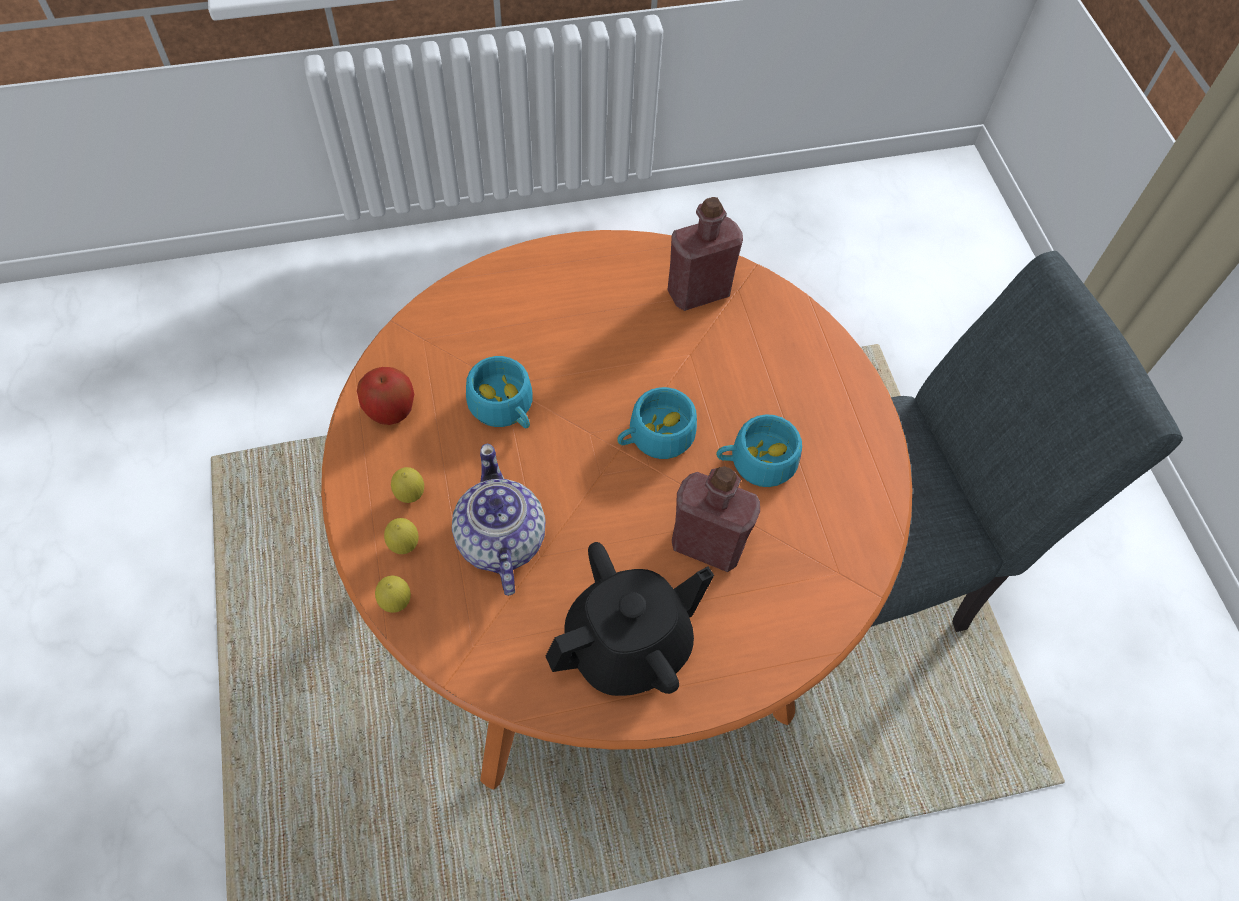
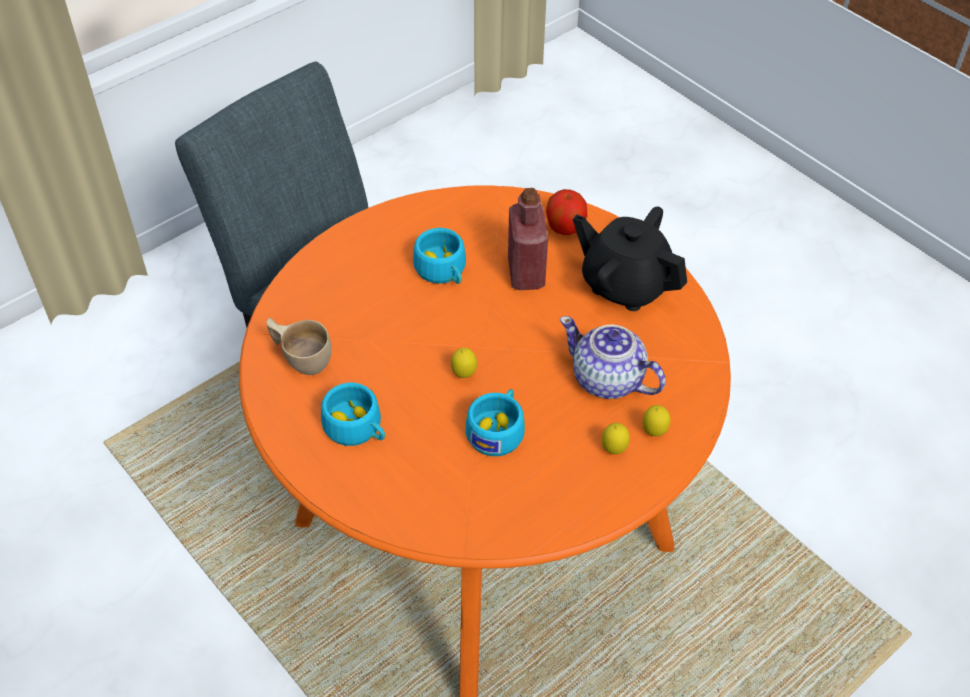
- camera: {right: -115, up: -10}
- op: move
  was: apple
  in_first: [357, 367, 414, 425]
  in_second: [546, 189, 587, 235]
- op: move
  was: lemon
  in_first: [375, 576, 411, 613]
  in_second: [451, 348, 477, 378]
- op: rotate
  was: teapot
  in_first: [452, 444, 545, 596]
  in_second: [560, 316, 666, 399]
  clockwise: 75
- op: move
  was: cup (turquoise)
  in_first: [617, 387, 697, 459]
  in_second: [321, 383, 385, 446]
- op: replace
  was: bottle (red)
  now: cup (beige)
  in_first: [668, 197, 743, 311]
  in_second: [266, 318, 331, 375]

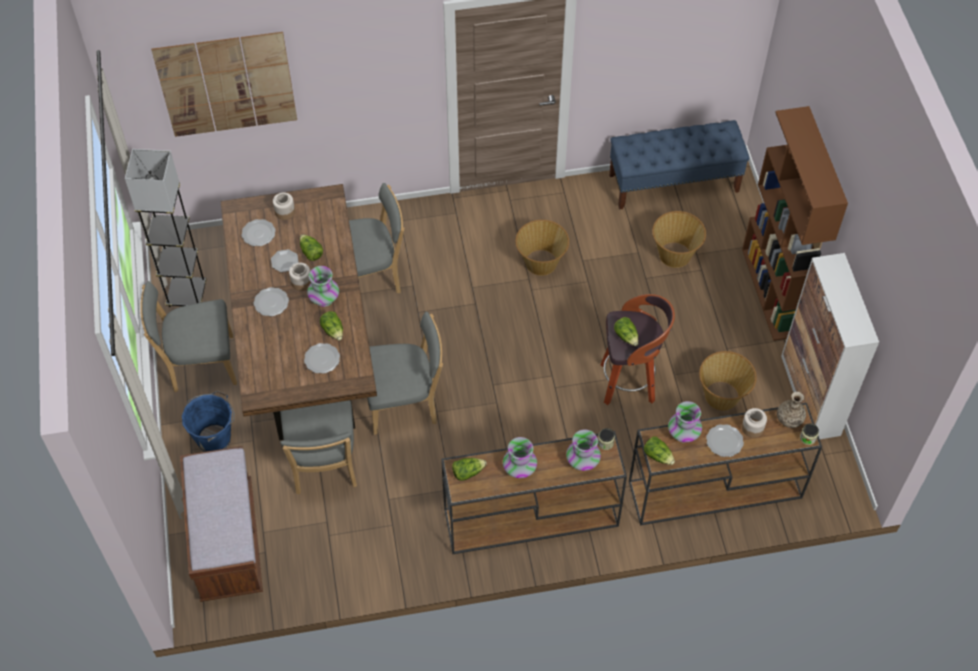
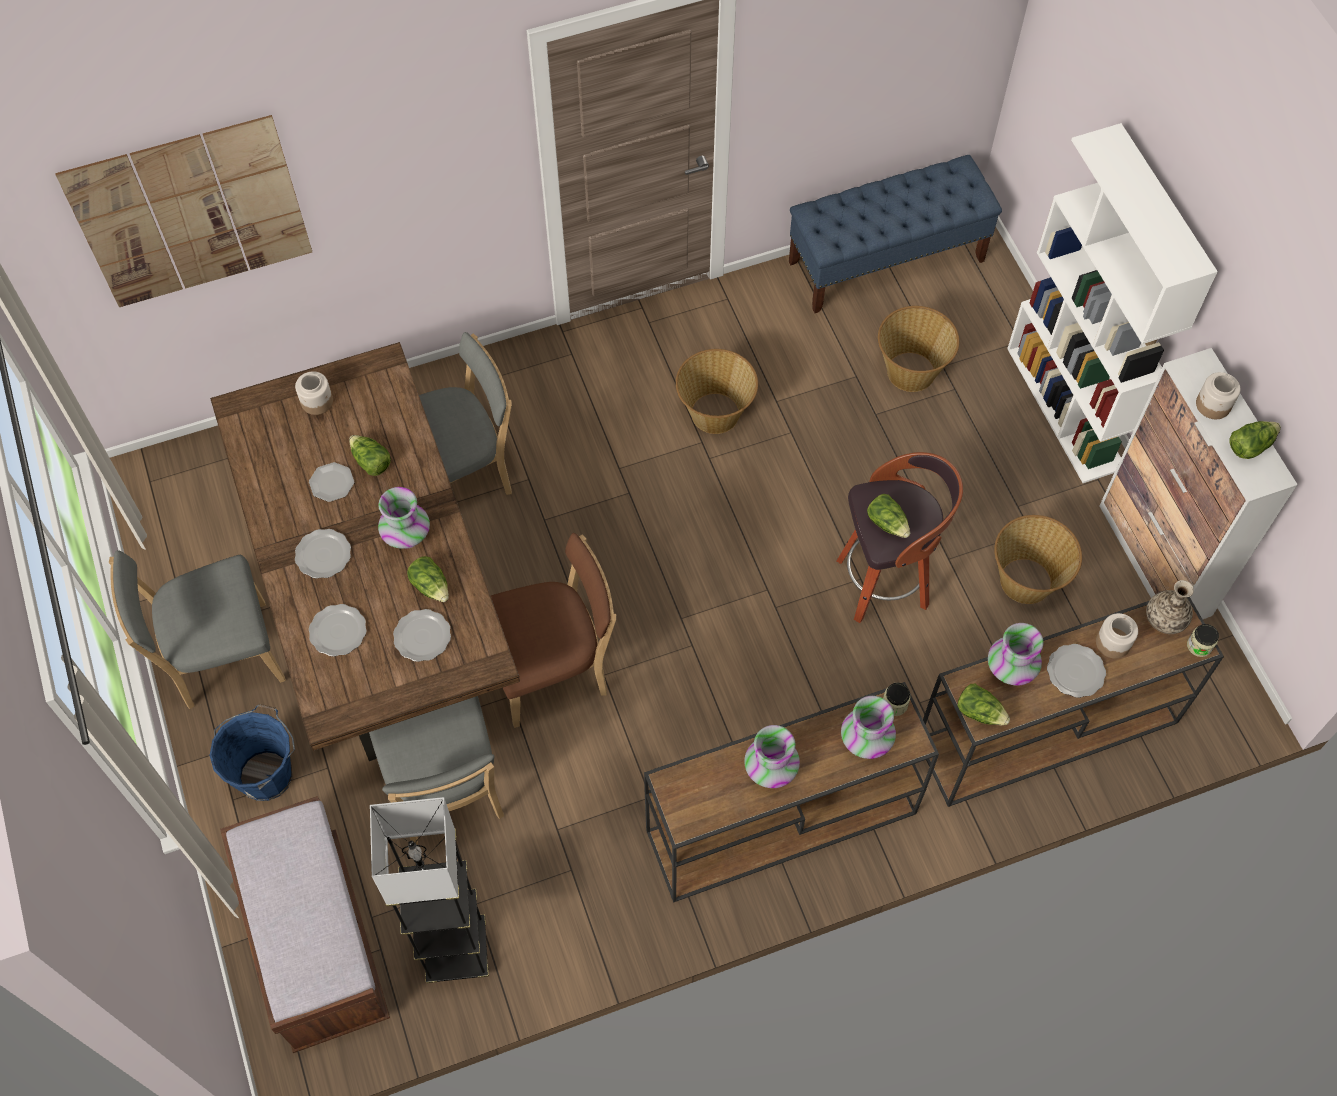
- camera: {right: -10, up: 5}
- op: move
  was: floor lamp (grey)
  in_first: [125, 149, 206, 307]
  in_second: [370, 797, 489, 983]
- op: move
  was: plate
  in_first: [242, 219, 276, 246]
  in_second: [309, 604, 367, 657]
- op: move
  was: jar
  in_first: [289, 263, 311, 291]
  in_second: [1196, 372, 1240, 419]
- op: recolor
  was: chair (grey)
  now: chair (brown)
  in_first: [367, 311, 443, 435]
  in_second: [491, 533, 616, 728]
- op: move
  was: lettuce
  in_first: [452, 458, 487, 481]
  in_second: [1229, 421, 1281, 459]
- op: recolor
  was: bookcase (brown)
  now: bookcase (white)
  in_first: [742, 106, 848, 341]
  in_second: [1007, 123, 1218, 483]

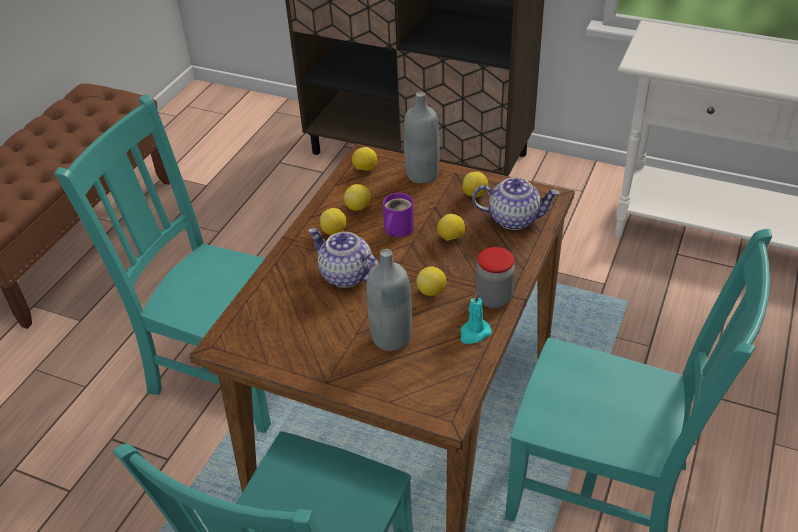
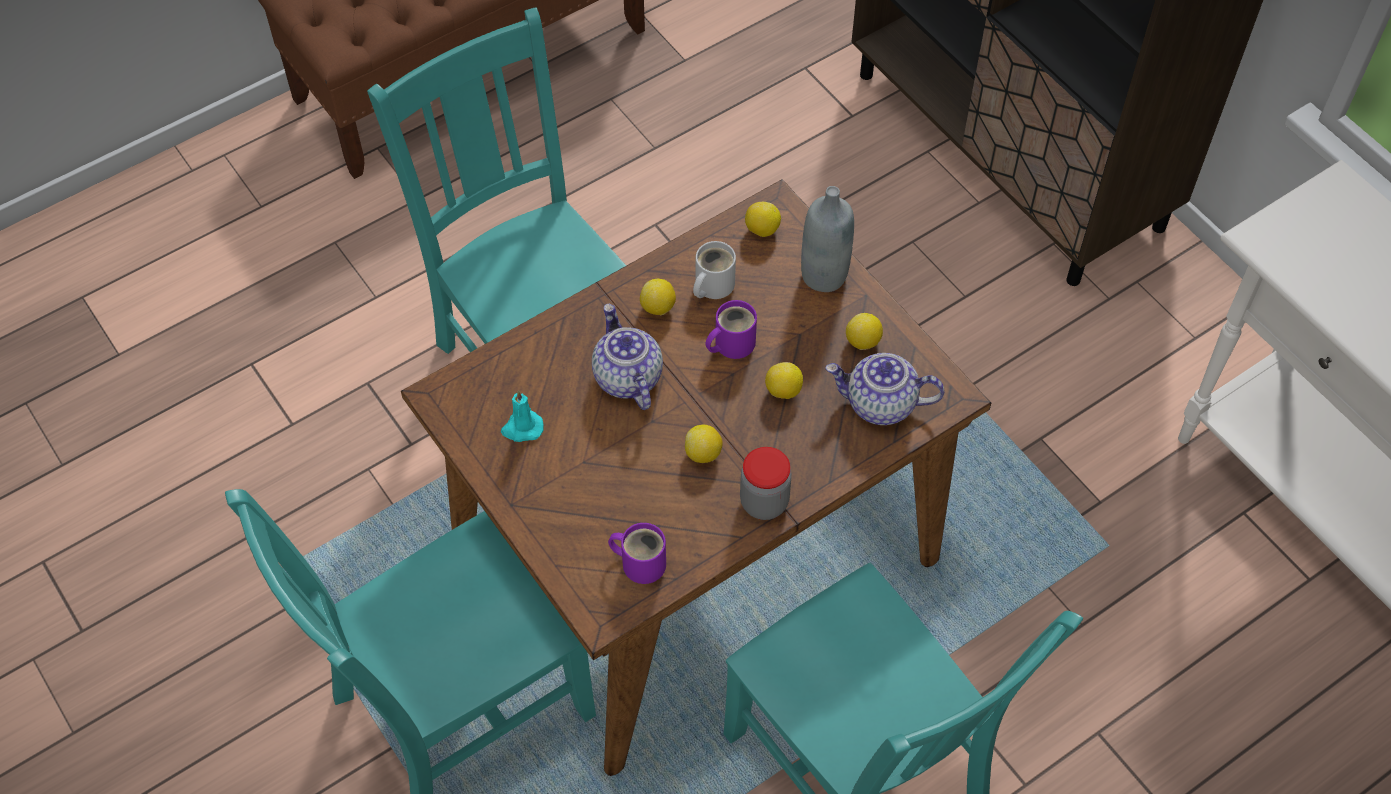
- camera: {right: 30, up: 15}
- op: replace
  was: lemon
  now: mug (white)
  in_first: [344, 184, 371, 211]
  in_second: [693, 241, 736, 299]
- op: delete
  was: bottle (grey)
  in_first: [367, 249, 412, 351]
- op: move
  was: candle (turquoise)
  in_first: [460, 292, 492, 344]
  in_second: [501, 390, 544, 442]
- op: rotate
  was: teapot
  in_first: [472, 177, 560, 230]
  in_second: [825, 353, 944, 425]
  clockwise: 150
- op: insert
  now: mug (purple)
  in_second: [608, 523, 666, 584]

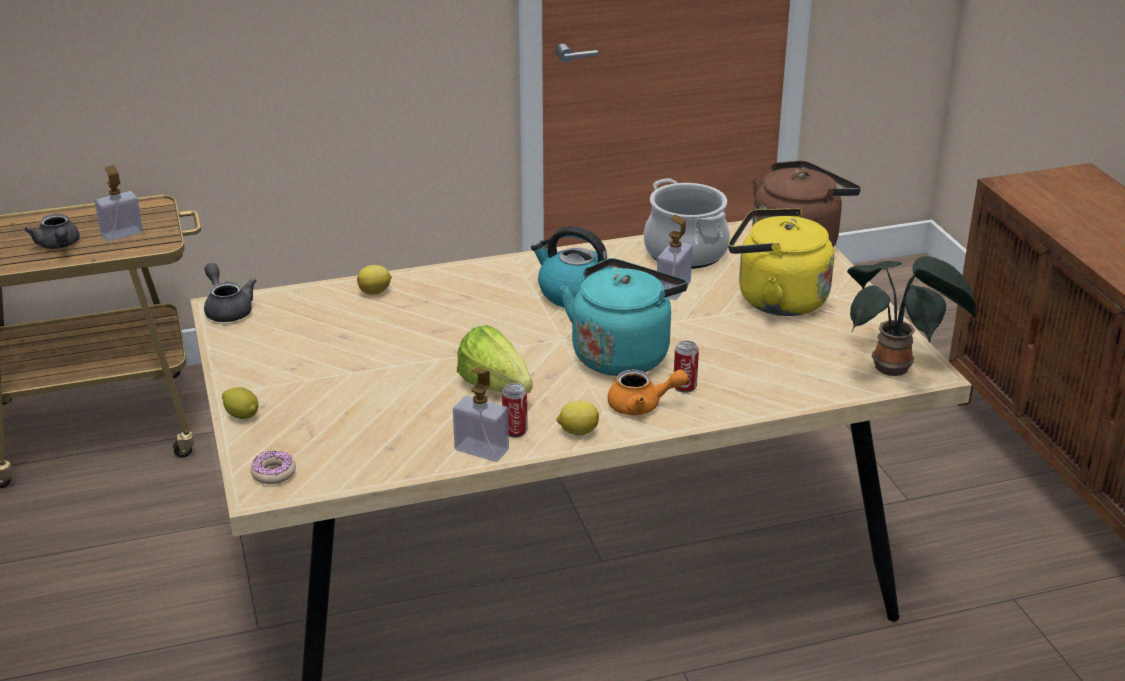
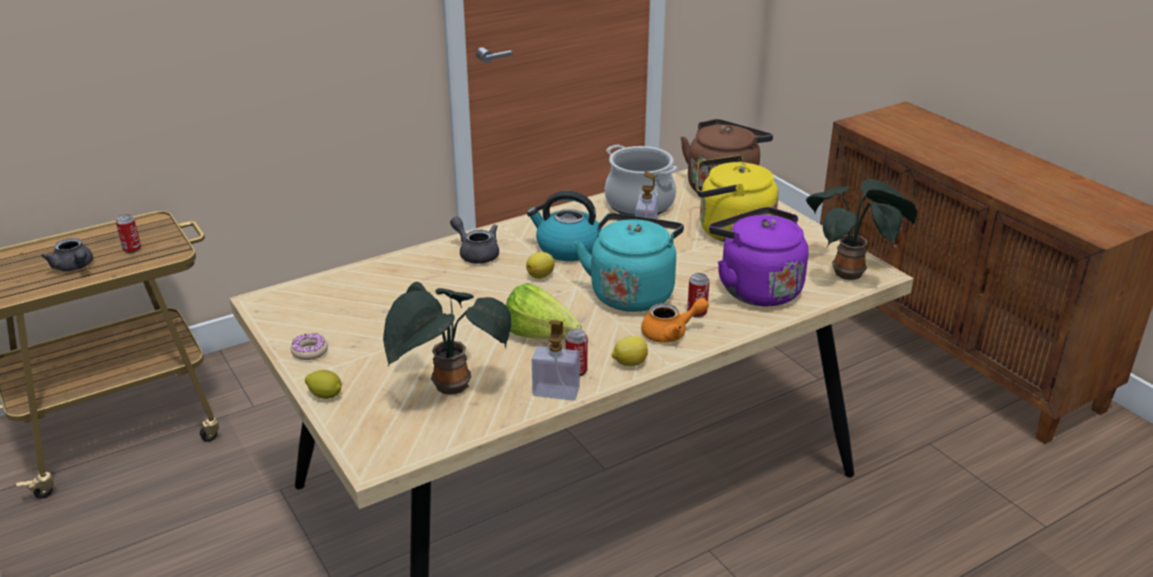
- camera: {right: -15, up: 0}
- op: replace
  was: soap dispenser
  now: can
  in_first: [95, 165, 143, 242]
  in_second: [116, 214, 141, 253]
- op: move
  was: teapot (grey)
  in_first: [204, 263, 256, 322]
  in_second: [450, 216, 499, 264]
- op: move
  was: donut
  in_first: [251, 451, 296, 484]
  in_second: [291, 333, 328, 360]
- op: move
  was: lemon
  in_first: [357, 265, 392, 295]
  in_second: [526, 252, 555, 279]
- op: insert
  now: potted plant
  in_second: [383, 282, 511, 395]
- op: insert
  now: kettle (purple)
  in_second: [709, 207, 808, 307]

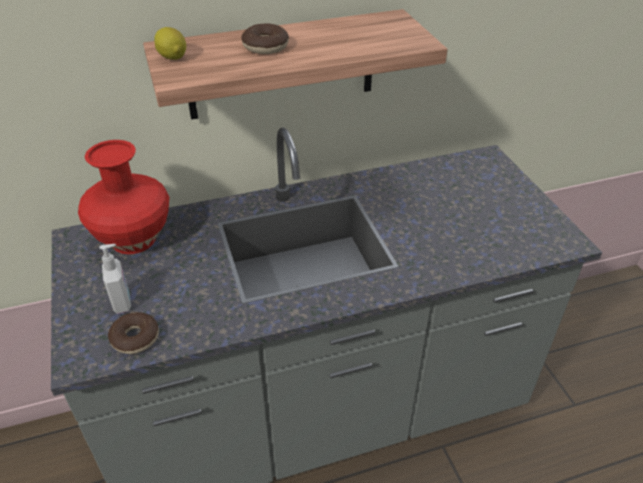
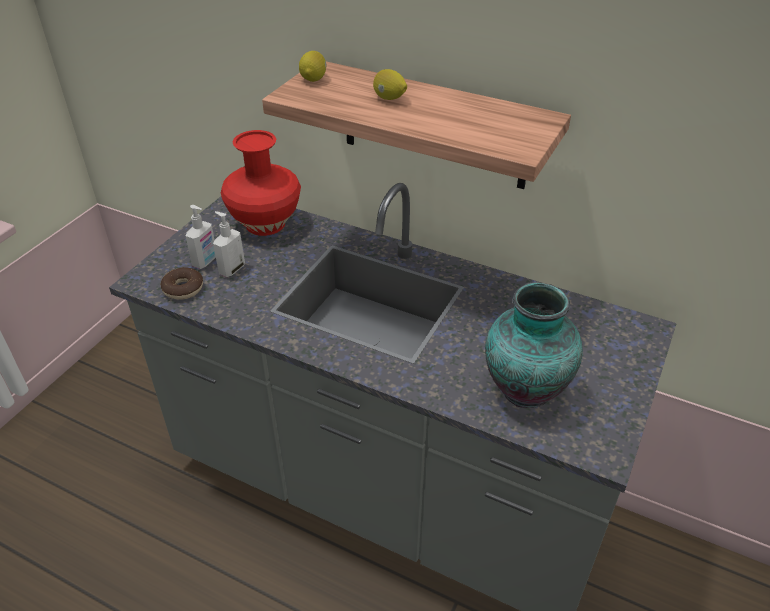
- camera: {right: 45, up: 0}
- op: replace
  was: donut
  now: lemon
  in_first: [241, 23, 289, 54]
  in_second: [373, 69, 407, 100]
- op: insert
  now: soap dispenser
  in_second: [213, 211, 245, 277]
- op: insert
  now: vase
  in_second: [485, 282, 583, 408]

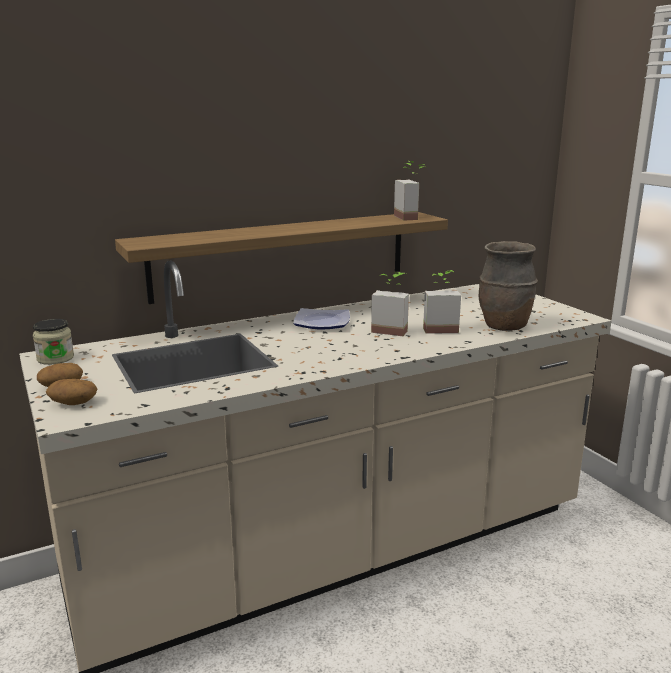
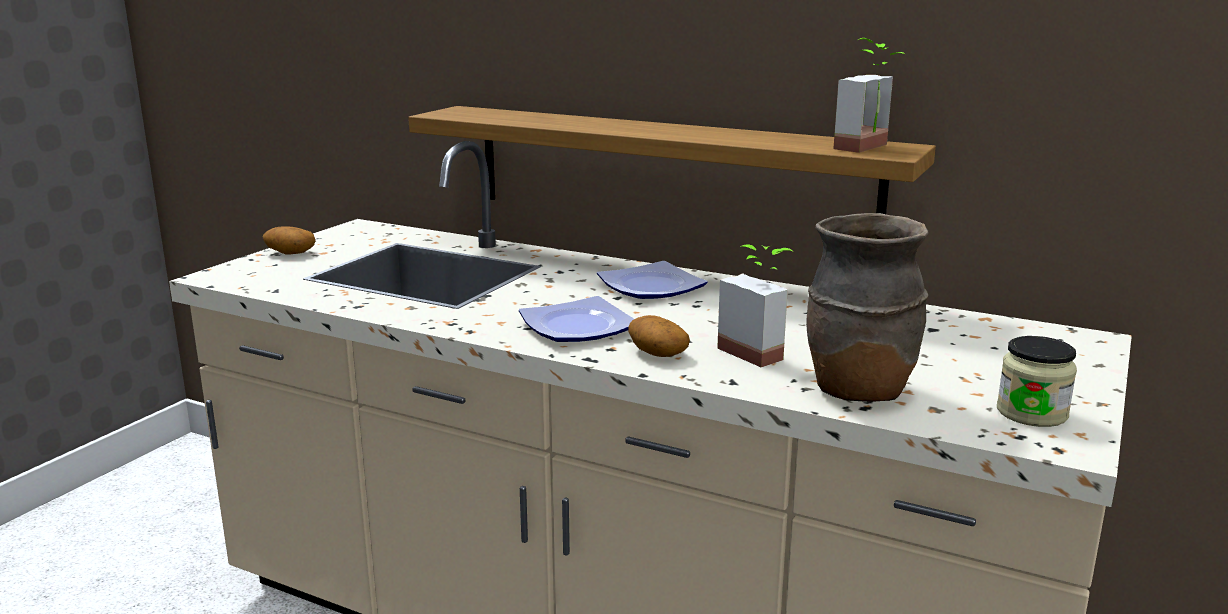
- camera: {right: 55, up: 0}
- op: move
  was: jar
  in_first: [33, 319, 74, 365]
  in_second: [997, 336, 1077, 427]
- op: move
  was: potato
  in_first: [46, 379, 97, 405]
  in_second: [628, 315, 690, 357]
- op: delete
  was: potted plant
  in_first: [371, 272, 409, 336]
- op: insert
  now: plate
  in_second: [519, 296, 634, 342]

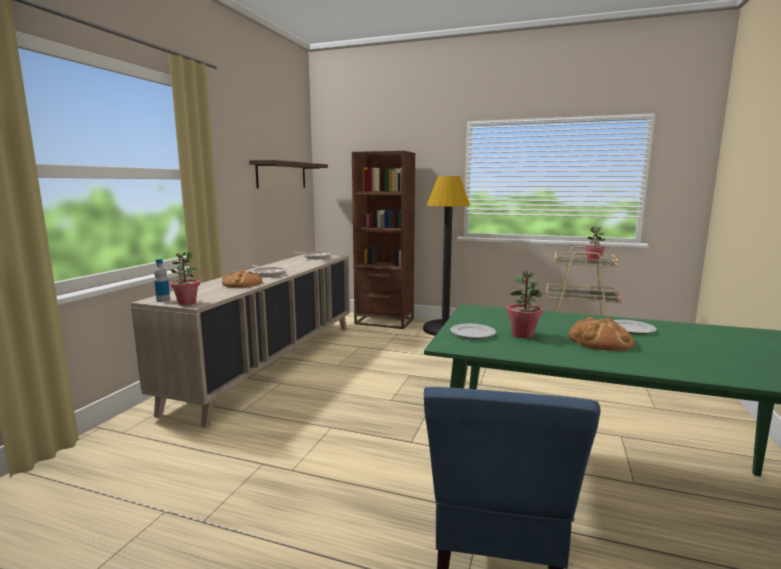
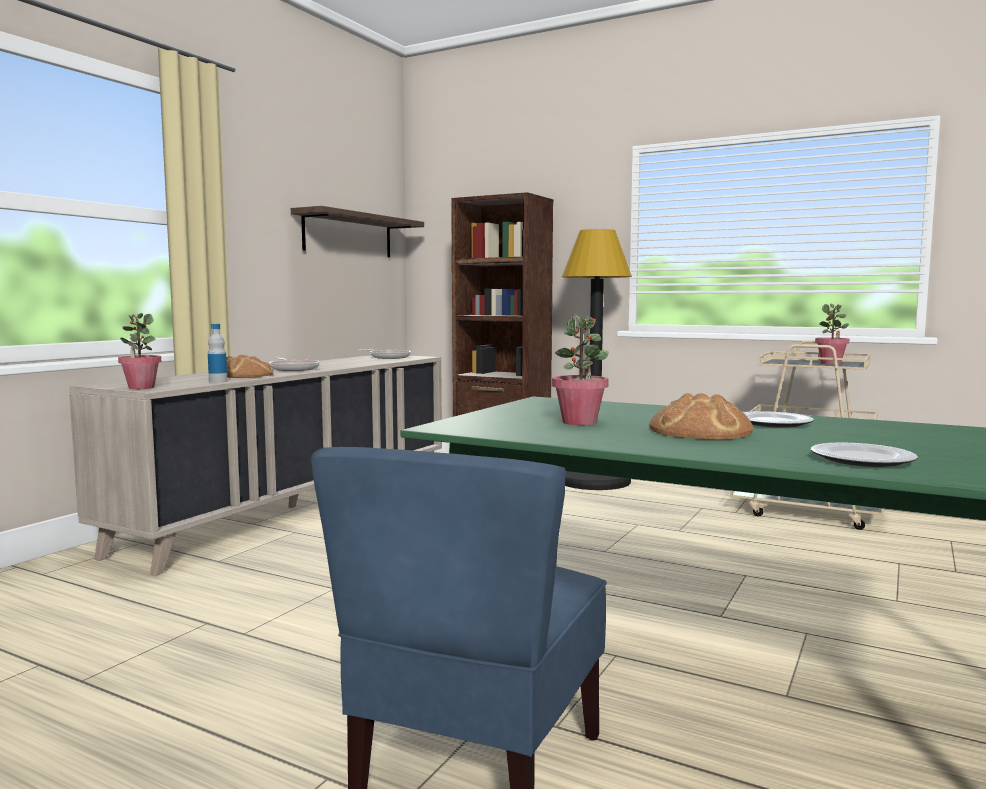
- camera: {right: 10, up: -5}
- op: move
  was: bottle
  in_first: [154, 259, 170, 302]
  in_second: [208, 324, 227, 383]
- op: move
  was: plate
  in_first: [450, 324, 496, 339]
  in_second: [811, 442, 918, 467]

